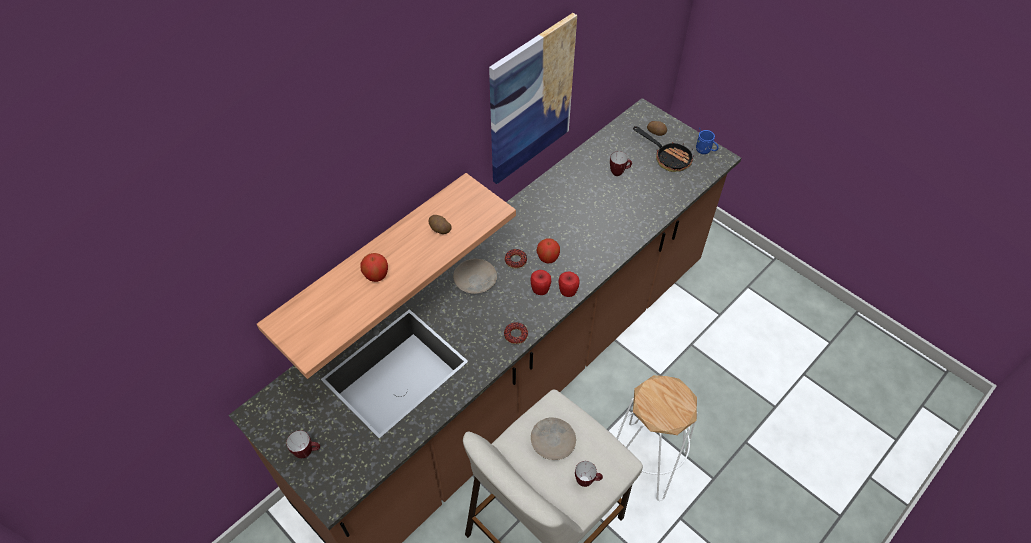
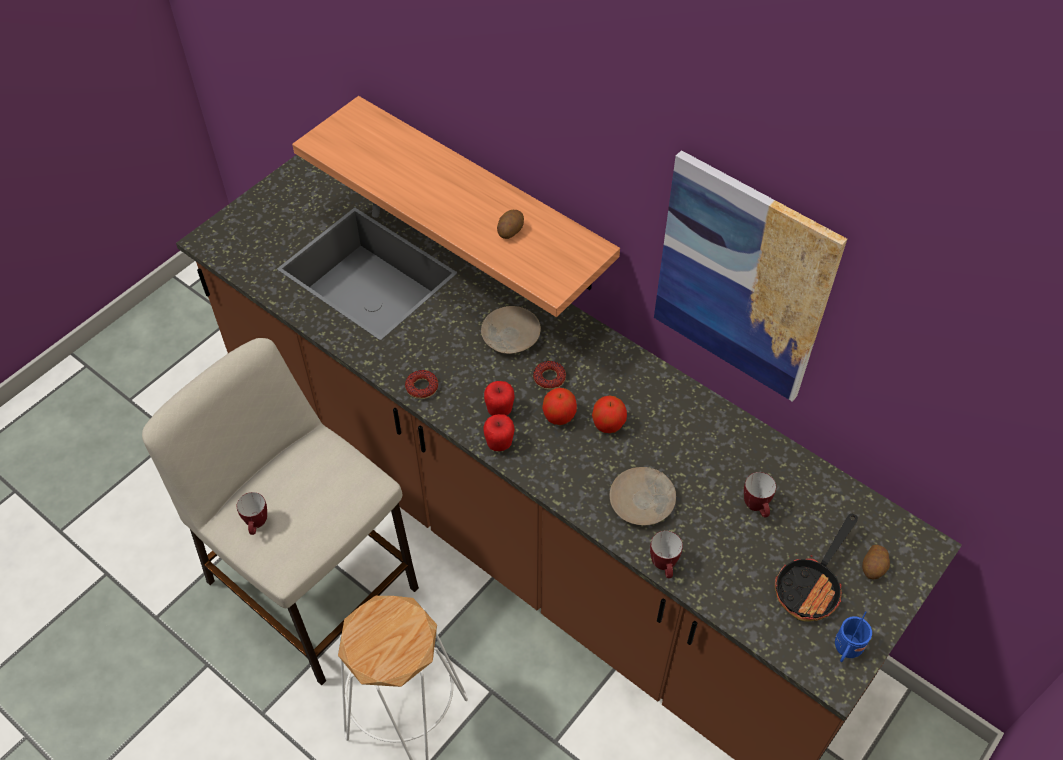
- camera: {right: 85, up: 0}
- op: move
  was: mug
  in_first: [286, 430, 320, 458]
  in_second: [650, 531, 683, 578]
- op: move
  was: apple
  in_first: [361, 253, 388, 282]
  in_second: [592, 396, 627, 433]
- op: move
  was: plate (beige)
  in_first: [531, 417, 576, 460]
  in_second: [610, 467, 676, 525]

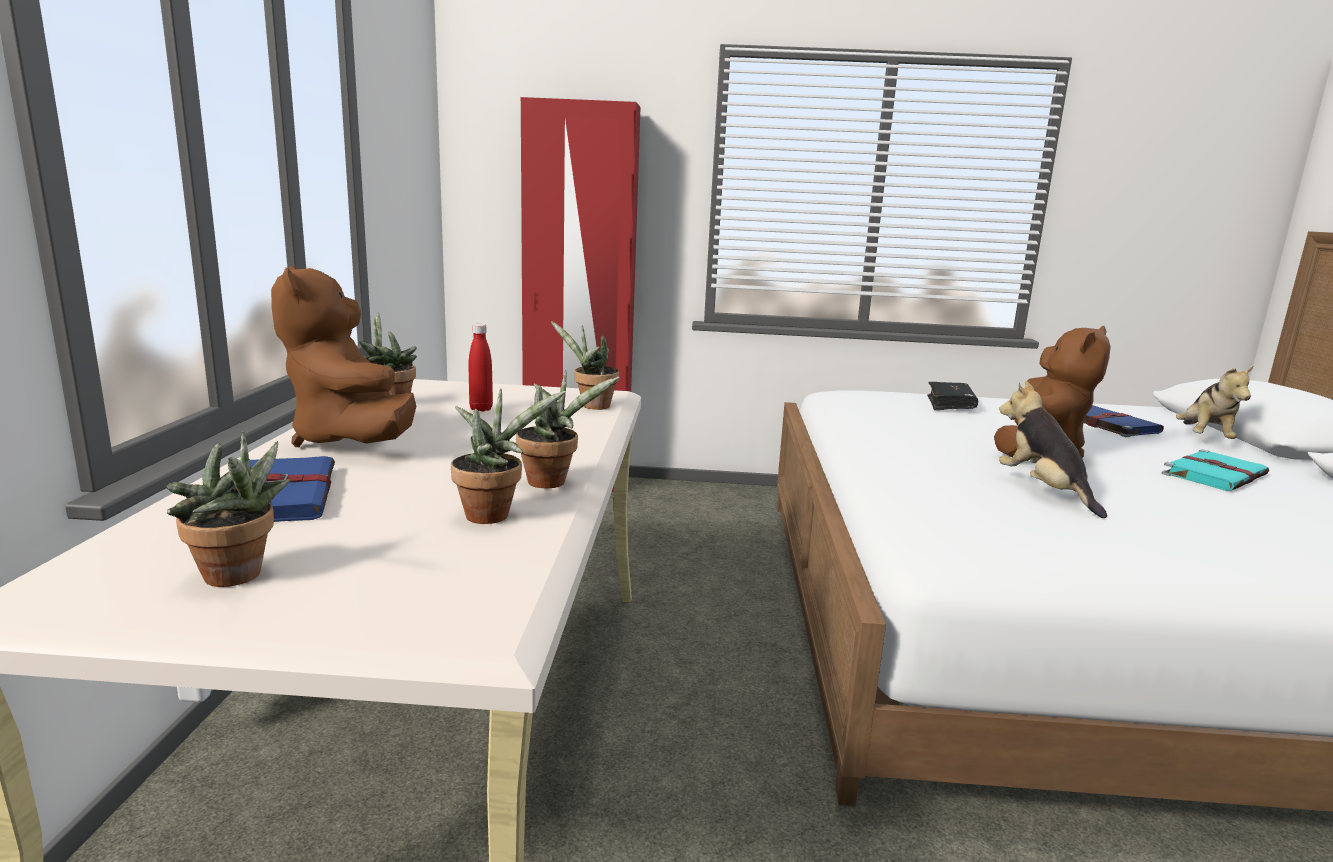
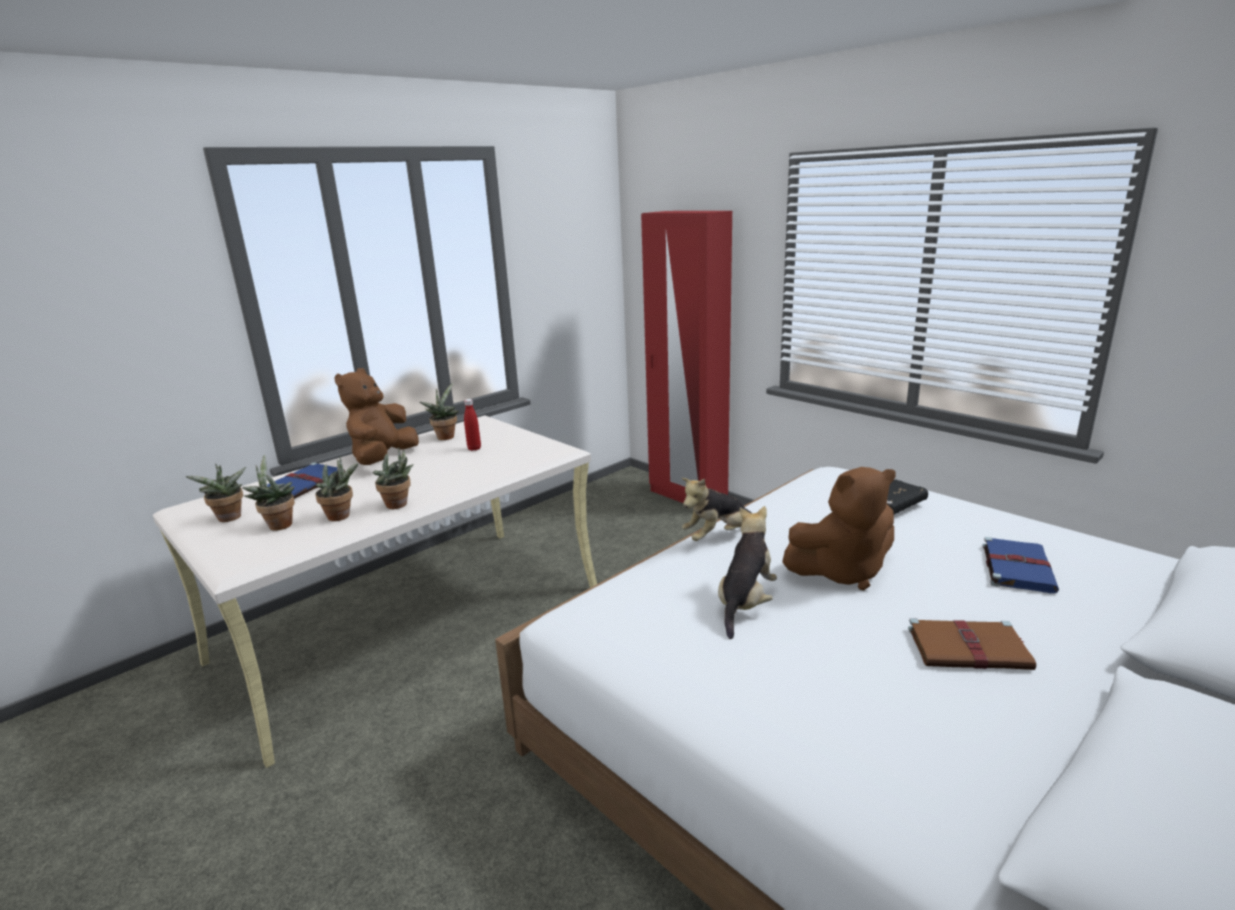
- camera: {right: 45, up: 5}
- op: move
  was: potted plant
  in_first: [551, 321, 619, 410]
  in_second: [242, 454, 295, 531]
- op: recolor
  was: book (turquoise)
  now: book (brown)
  in_first: [1162, 449, 1269, 491]
  in_second: [908, 618, 1036, 670]
- op: move
  was: plush toy
  in_first: [1176, 365, 1254, 439]
  in_second: [682, 478, 751, 541]

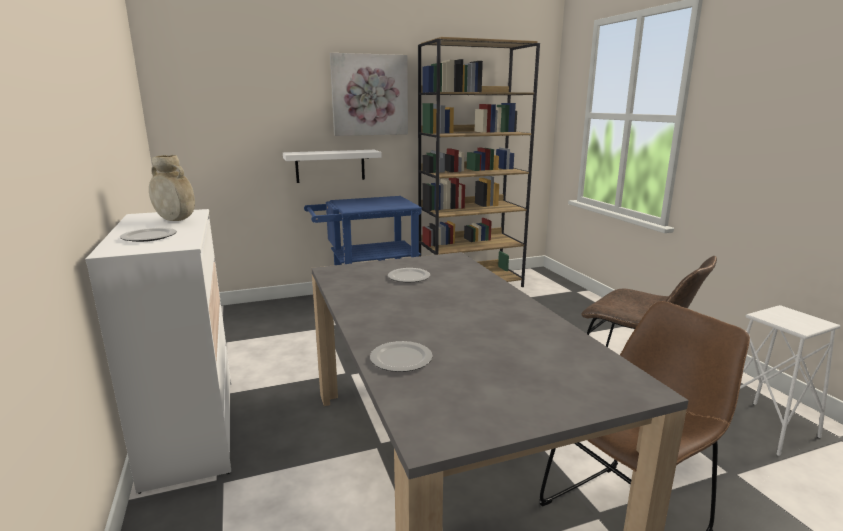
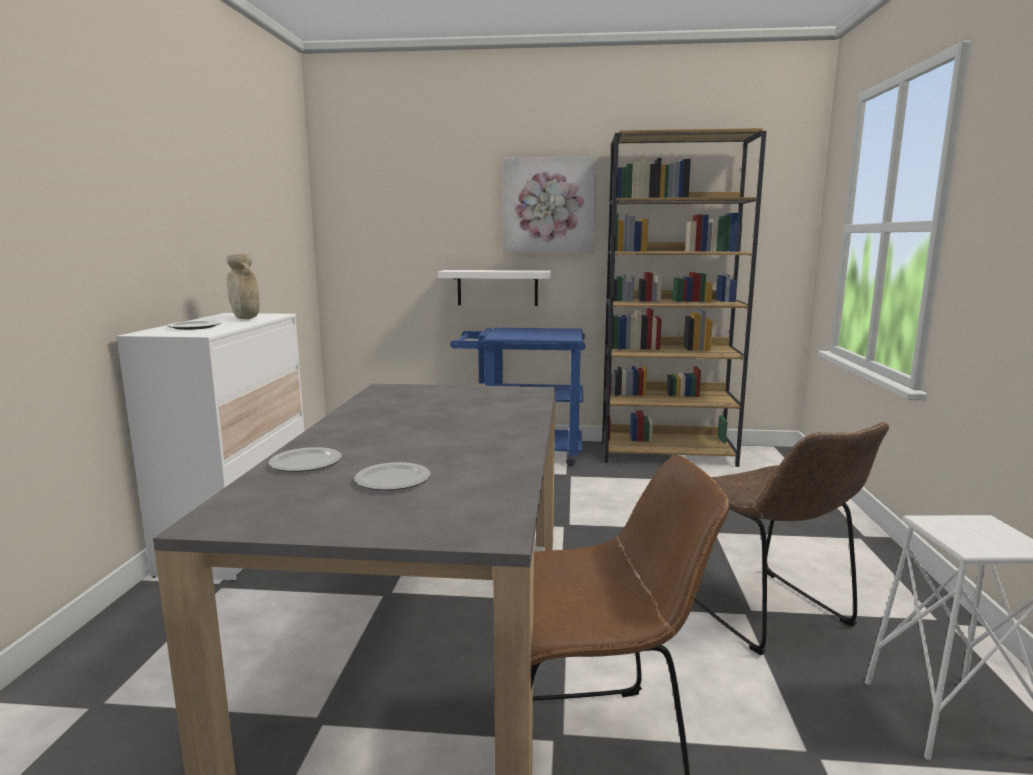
- camera: {right: 25, up: -5}
- op: move
  was: plate
  in_first: [388, 268, 430, 282]
  in_second: [354, 462, 431, 490]

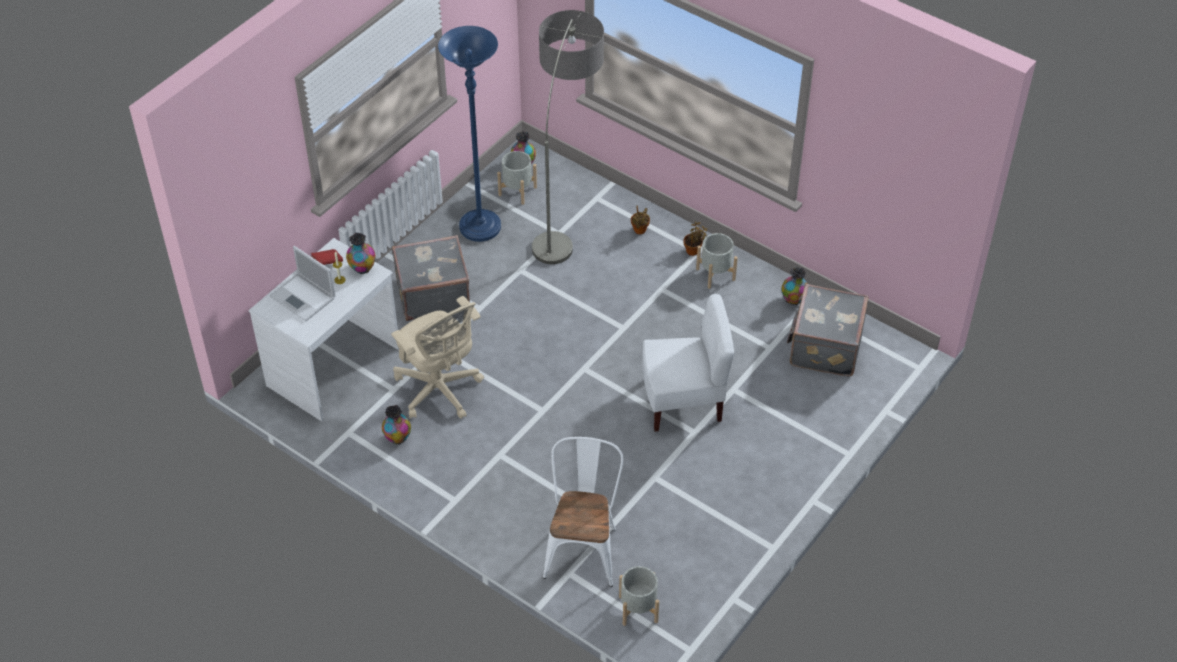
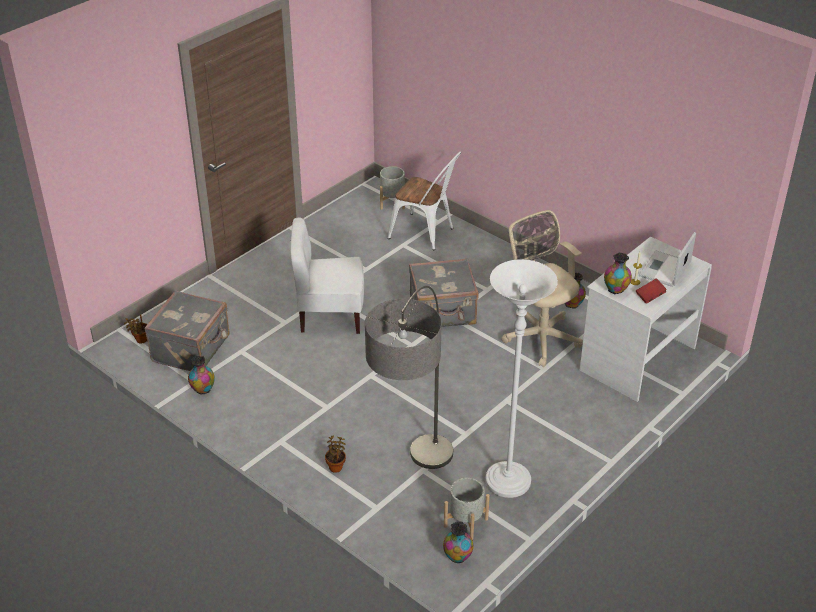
- camera: {right: -175, up: -10}
- op: rotate
  was: laptop
  in_first: [269, 246, 335, 321]
  in_second: [639, 232, 696, 287]
  clockwise: -105
- op: move
  was: suitcase (grey)
  in_first: [392, 235, 470, 321]
  in_second: [409, 258, 479, 327]
- op: recolor
  was: floor lamp (blue)
  now: floor lamp (white)
  in_first: [438, 26, 501, 242]
  in_second: [485, 259, 558, 498]
- op: rotate
  was: chair (white)
  in_first: [543, 437, 624, 587]
  in_second: [388, 151, 461, 251]
  clockwise: -75
- op: move
  was: potted plant
  in_first: [683, 221, 707, 256]
  in_second: [124, 314, 147, 344]
- op: delete
  was: planter (grey)
  in_first: [696, 233, 738, 289]

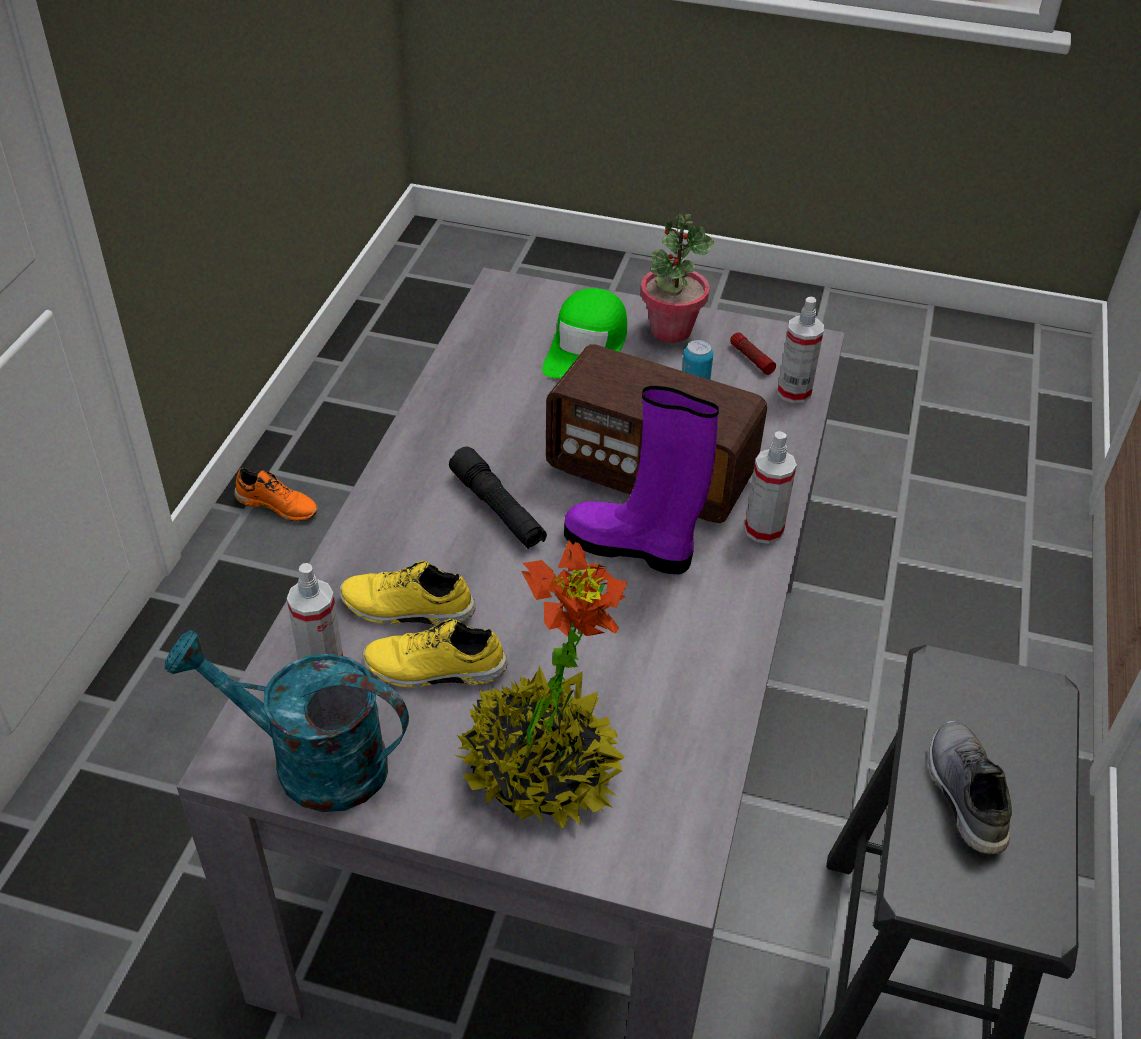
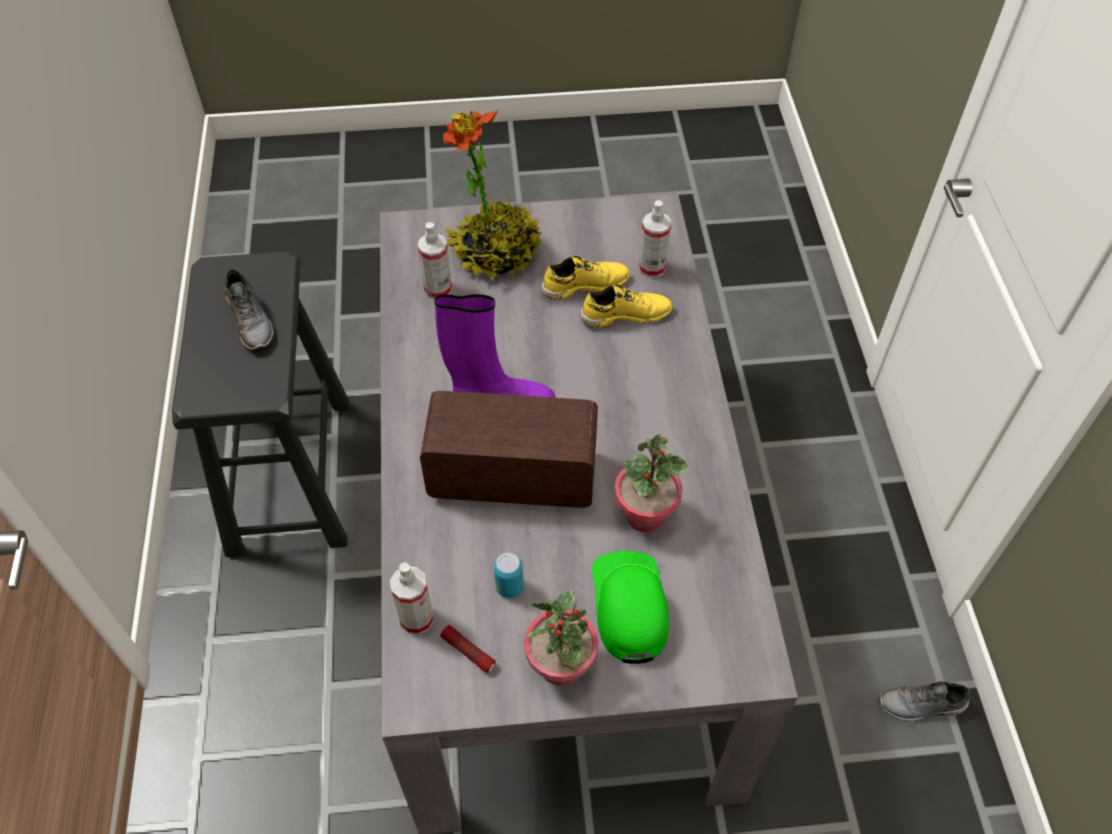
- camera: {right: 160, up: 10}
- op: delete
  was: watering can (turquoise)
  in_first: [165, 630, 409, 812]
- op: recolor
  was: shoe (orange)
  now: shoe (grey)
  in_first: [234, 468, 318, 521]
  in_second: [879, 681, 970, 721]
- op: delete
  was: flashlight (black)
  in_first: [449, 447, 547, 549]
- op: move
  was: spray bottle
  in_first: [745, 431, 797, 544]
  in_second: [418, 222, 452, 300]
- op: insert
  now: potted plant
  in_second: [614, 434, 688, 532]

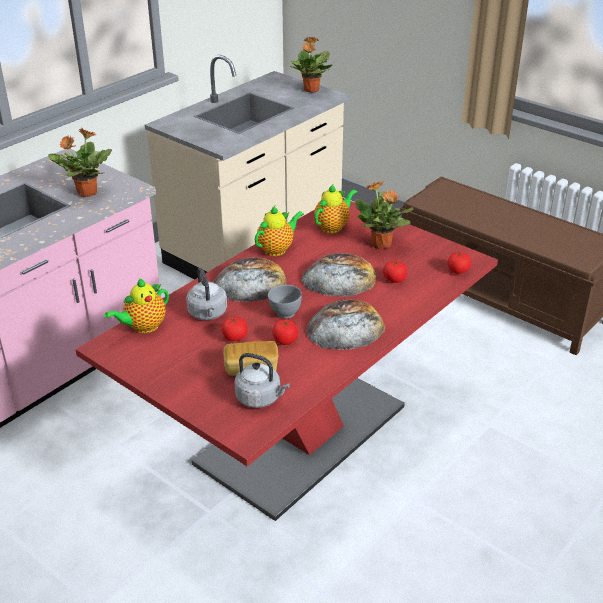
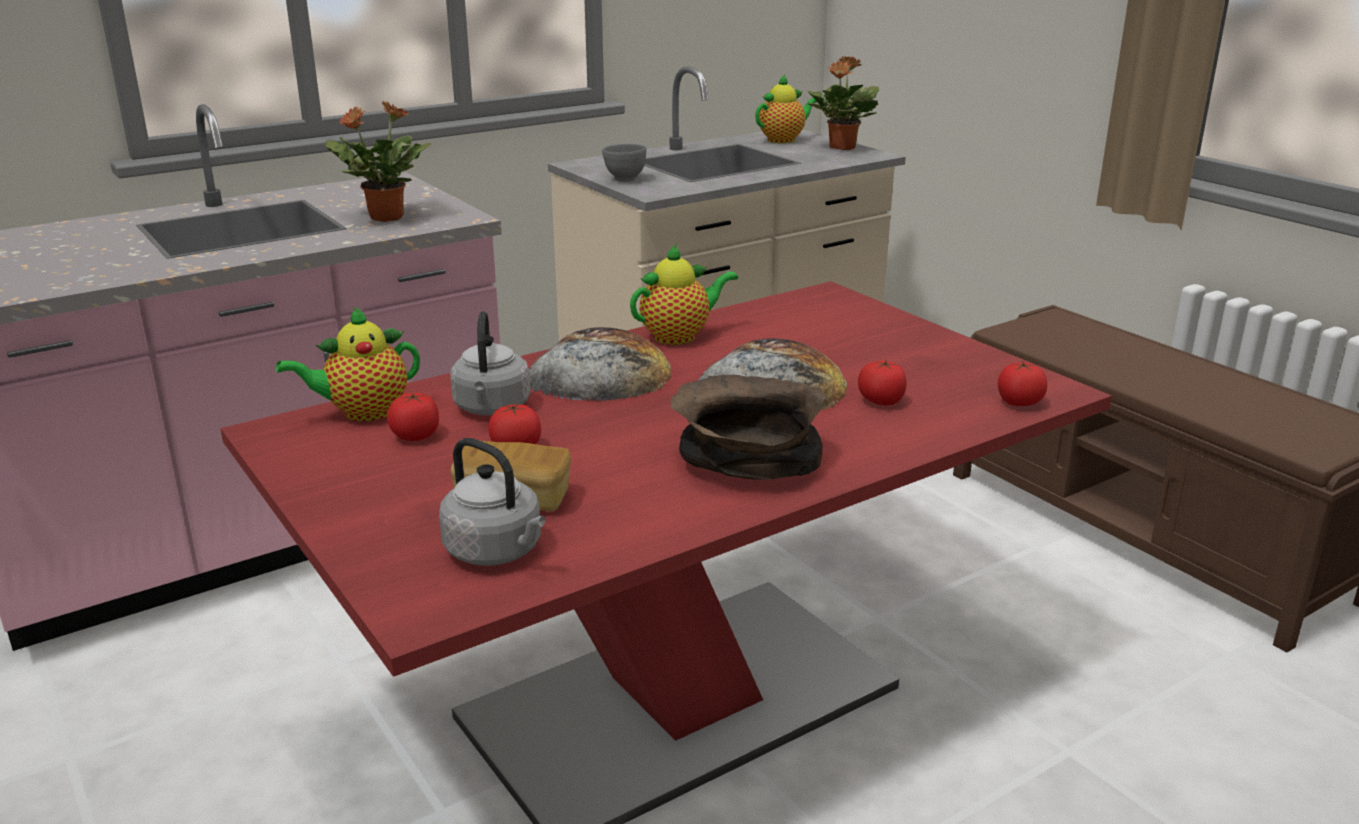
- camera: {right: 15, up: -10}
- op: move
  was: bowl (grey)
  in_first: [268, 285, 302, 319]
  in_second: [602, 144, 646, 182]
- op: move
  was: tomato
  in_first: [272, 319, 298, 345]
  in_second: [387, 393, 439, 441]
- op: replace
  was: bread
  now: bowl (brown)
  in_first: [306, 299, 385, 350]
  in_second: [670, 375, 826, 480]
- op: move
  was: teapot
  in_first: [314, 185, 357, 233]
  in_second: [755, 74, 817, 143]
- op: delete
  was: potted plant
  in_first: [355, 181, 414, 249]

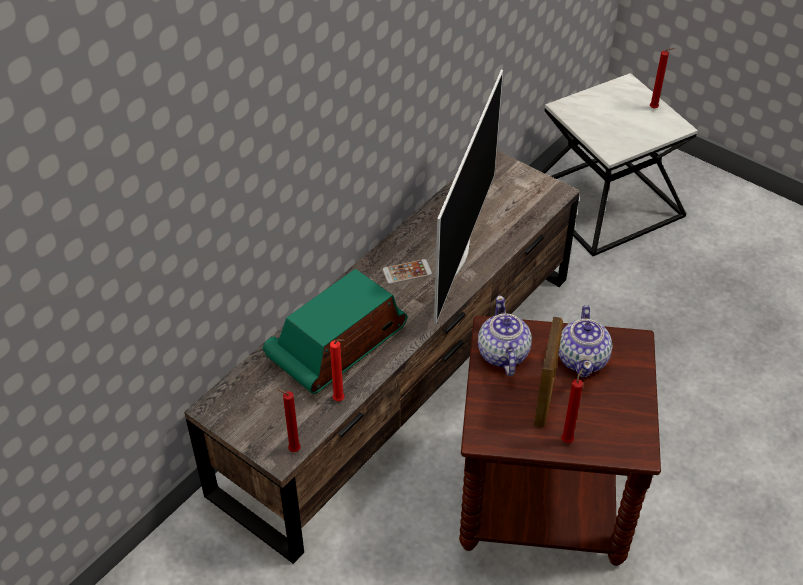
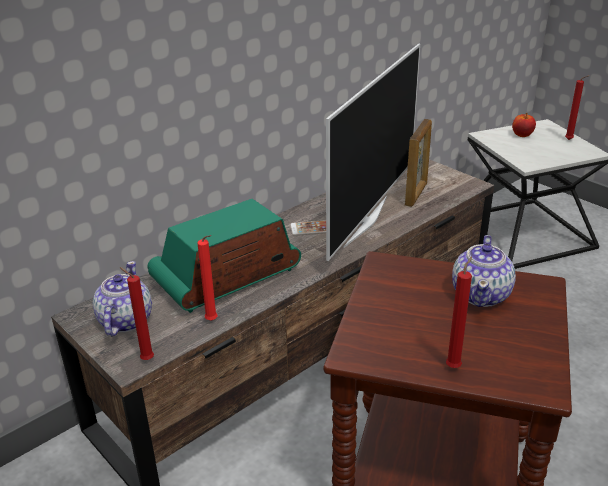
- camera: {right: 10, up: -15}
- op: move
  was: teapot
  in_first: [478, 296, 532, 376]
  in_second: [92, 261, 152, 337]
- op: move
  was: picture frame
  in_first: [534, 317, 563, 428]
  in_second: [405, 119, 432, 207]
- op: insert
  now: apple
  in_second: [512, 113, 536, 137]

